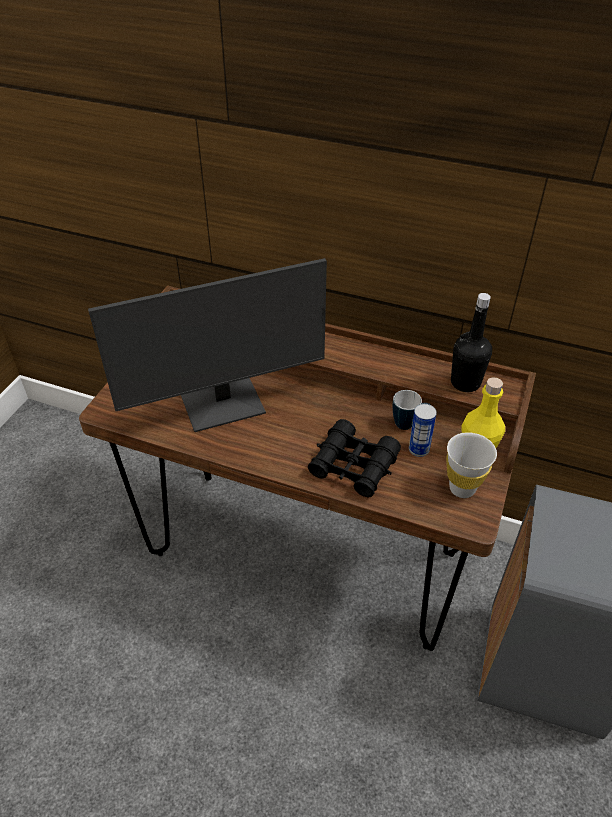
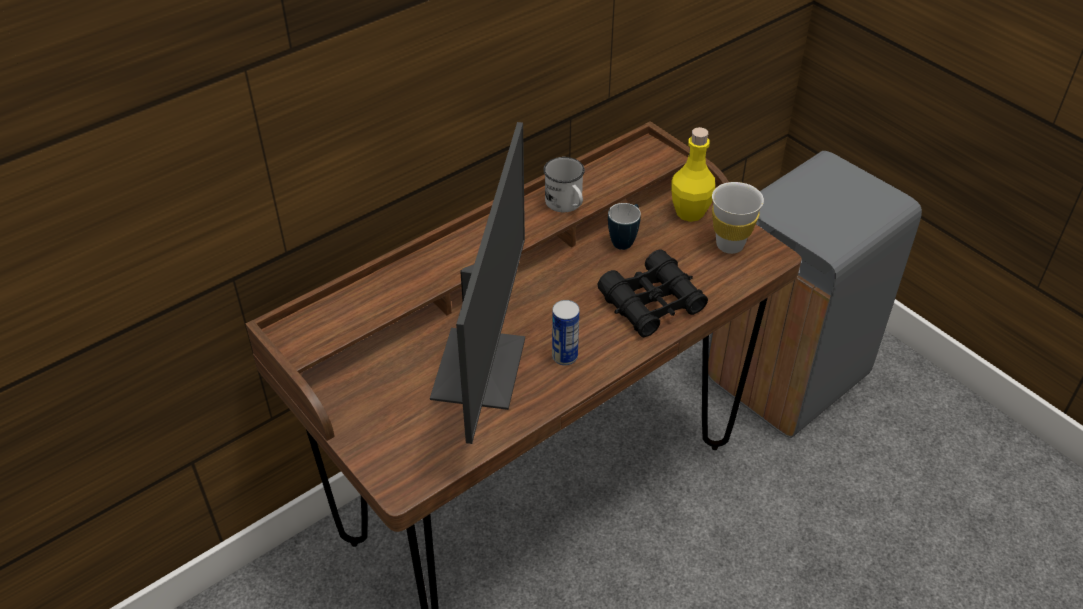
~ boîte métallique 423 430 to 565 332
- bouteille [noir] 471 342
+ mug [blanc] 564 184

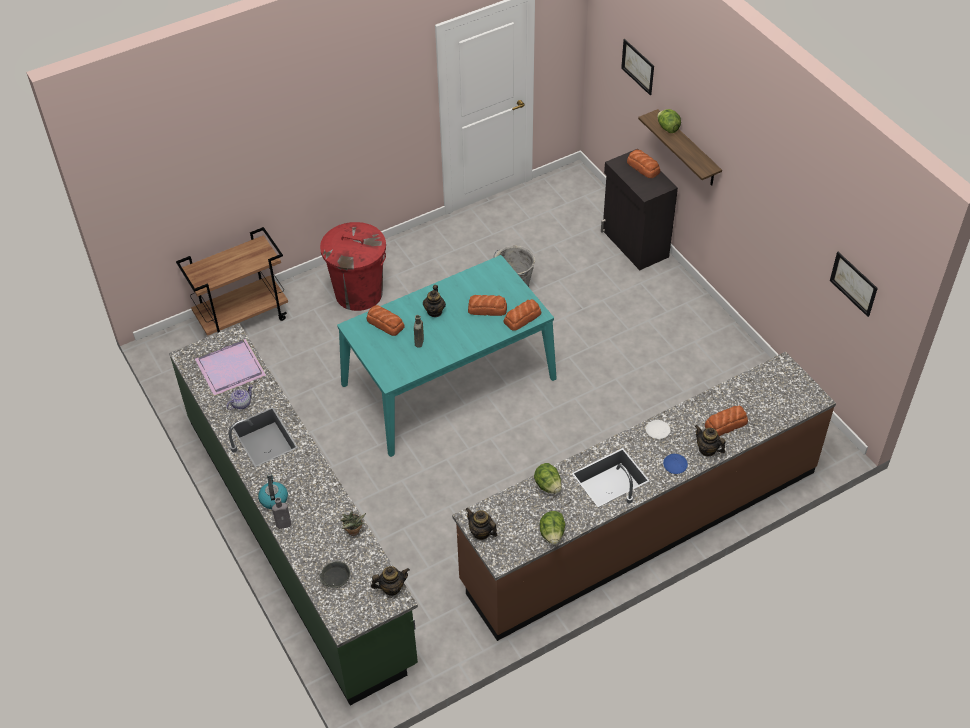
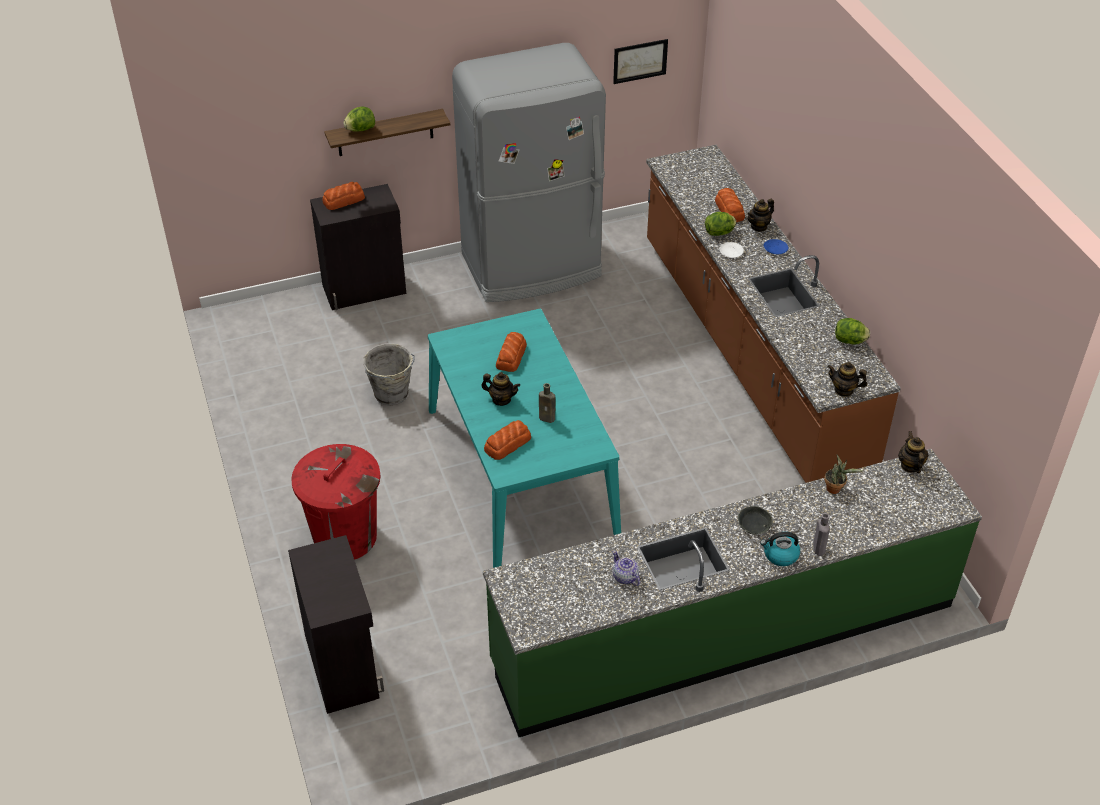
~ chariot [marron] 232 281 to meuble de rangement [noir] 336 624
- plateau [violet] 230 367
~ bol [gris] 335 574 to 755 520
~ théière 481 524 = 847 379 60 degrees clockwise
- pain 522 315
~ laitue 548 478 to 720 224
- tableau 637 67
+ réfrigérateur [gris] 529 172

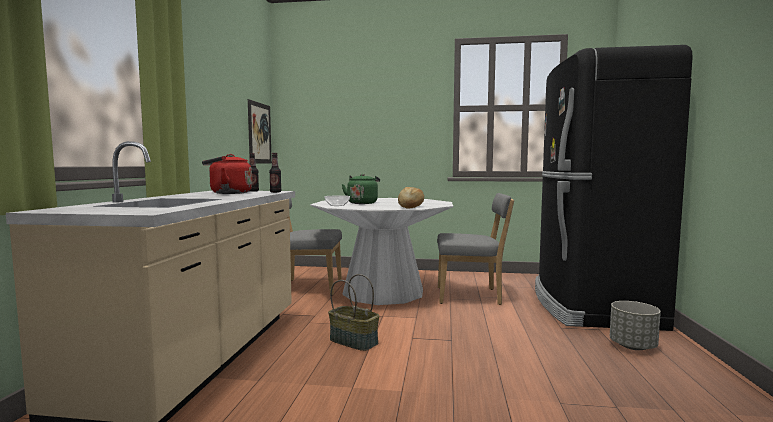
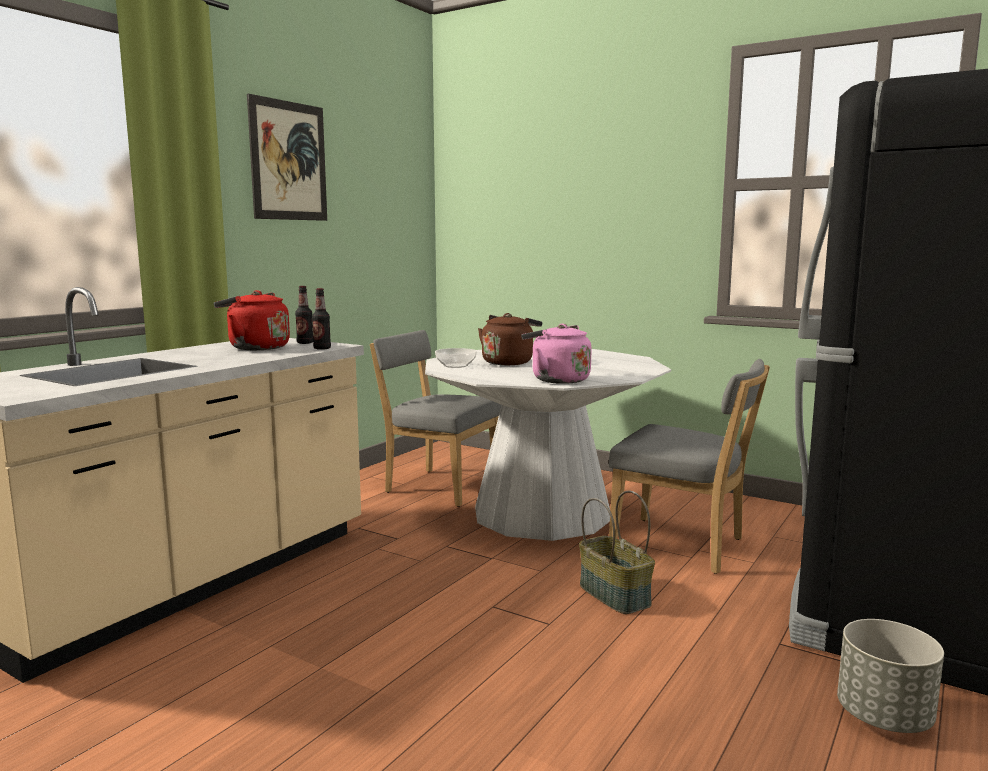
~ tableau 260 131 to 287 157
~ panier 353 312 to 617 552
~ bouilloire [vert] 361 189 to bouilloire [marron] 510 339
~ pain 411 197 to bouilloire [rose] 556 354

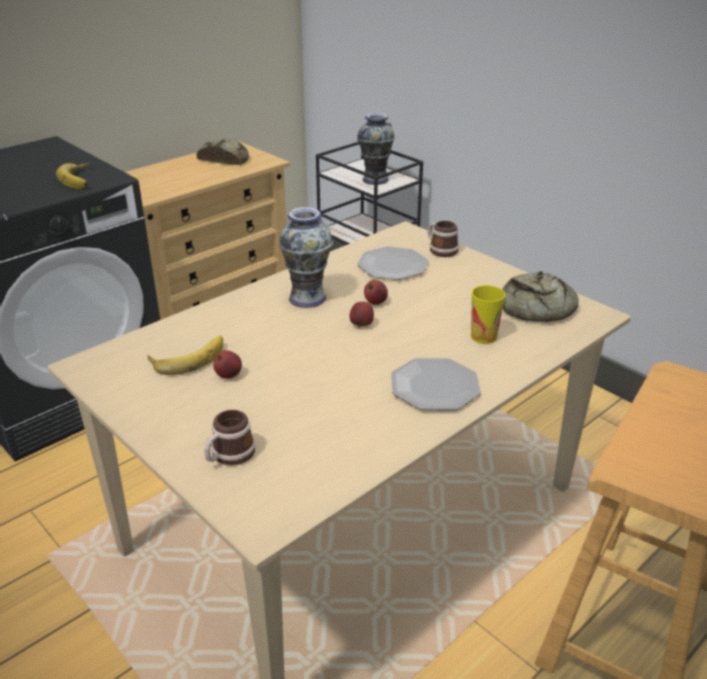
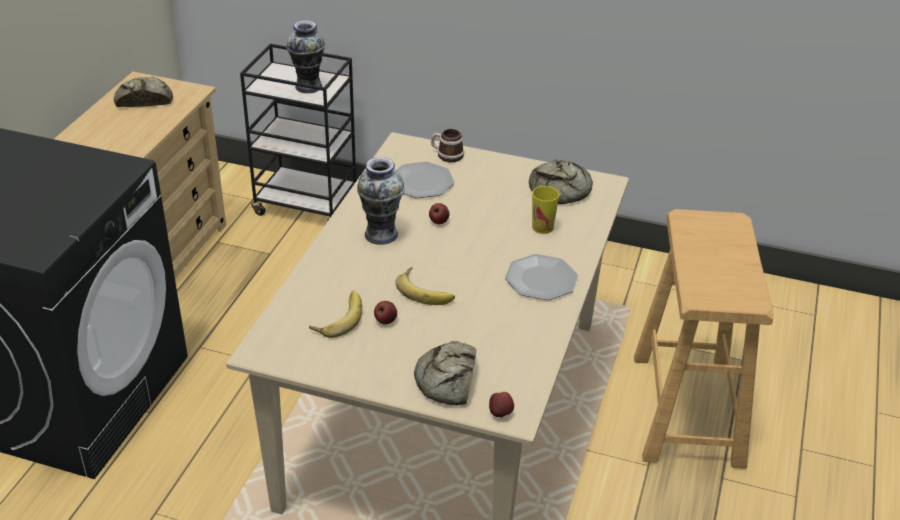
~ banane 73 176 to 425 286
~ mug 229 437 to pain 445 373
~ pomme 362 314 to 501 405

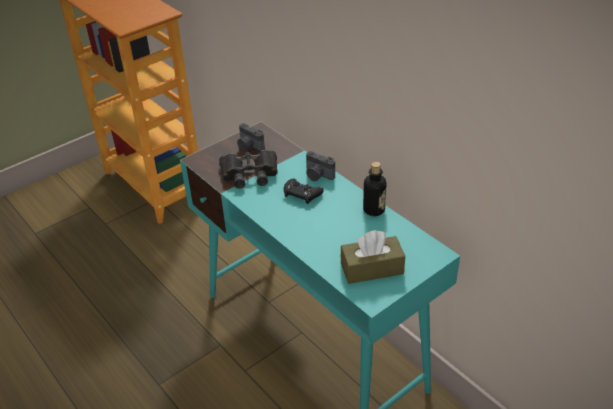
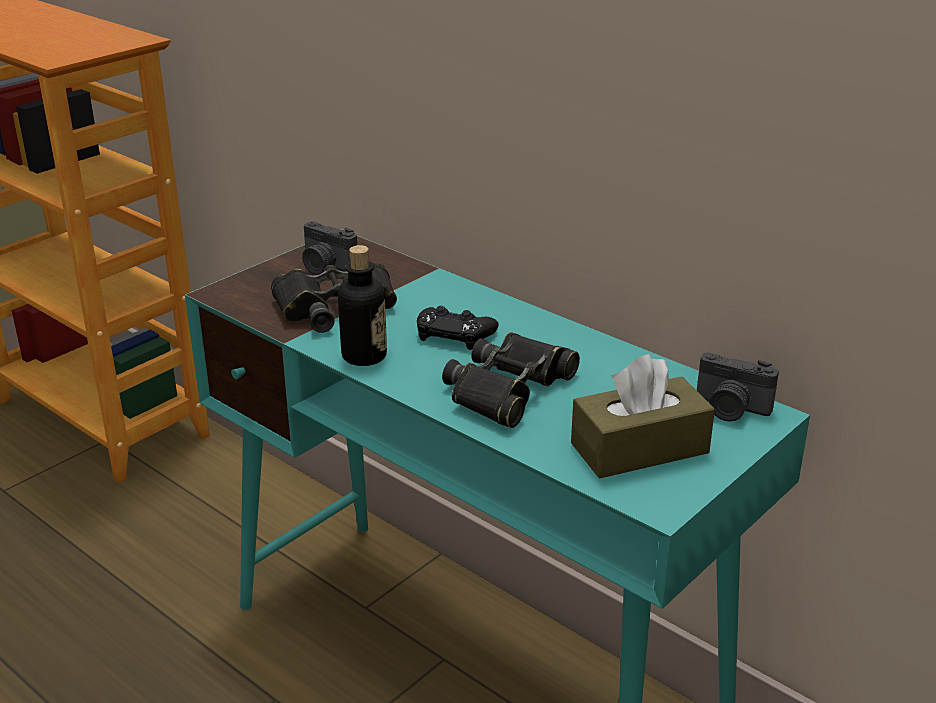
~ appareil photo 320 166 to 738 387
~ bouteille 375 189 to 362 305
+ jumelles [noir] 511 380

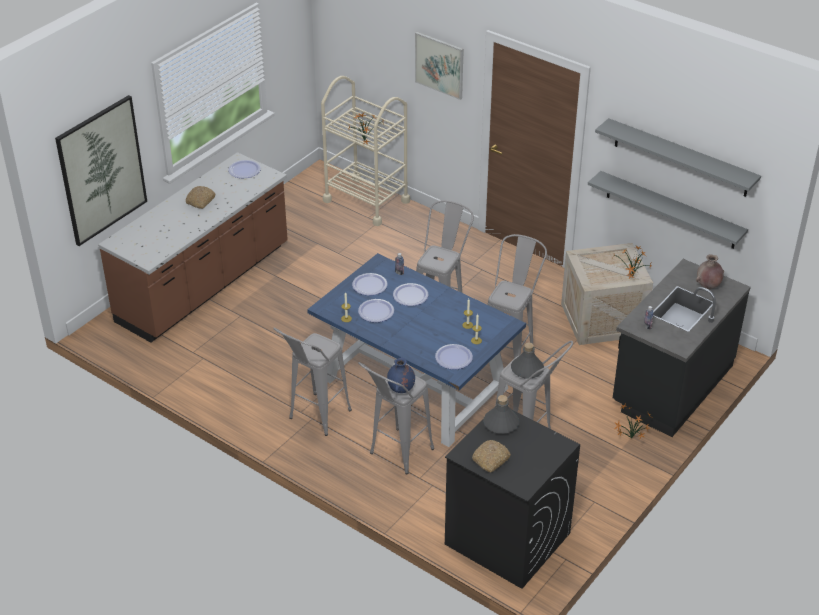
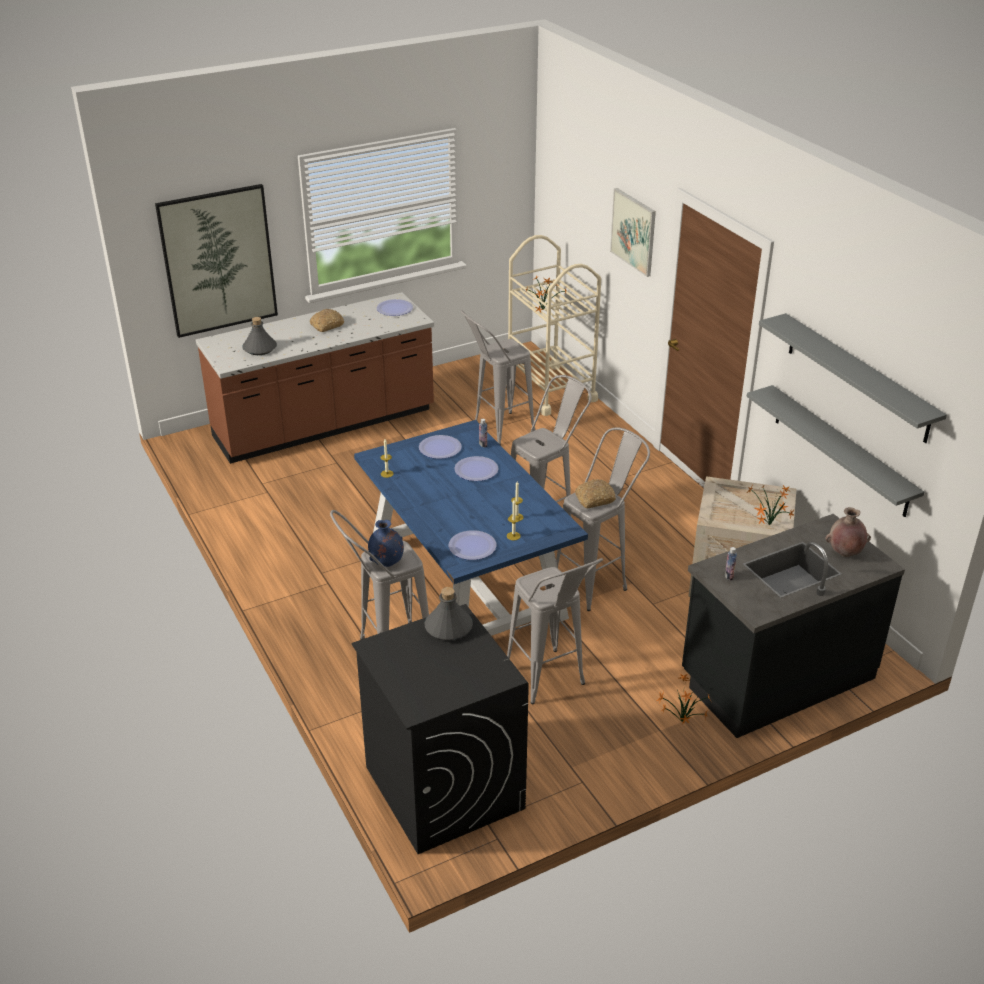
~ tabouret [gris] 312 382 to 498 377
- assiette 376 310
~ pain 491 456 to 595 493
~ bouteille [gris] 527 361 to 259 336

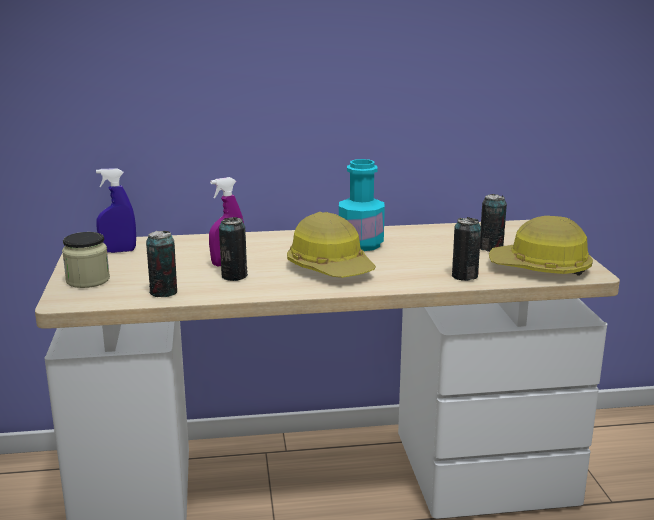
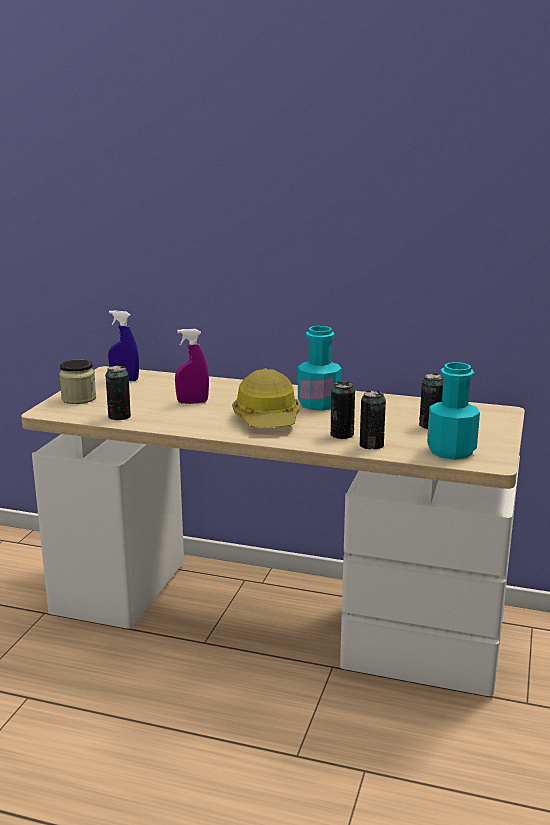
~ boîte métallique 233 249 to 343 410
~ casque de chantier 541 246 to bouteille [turquoise] 453 411

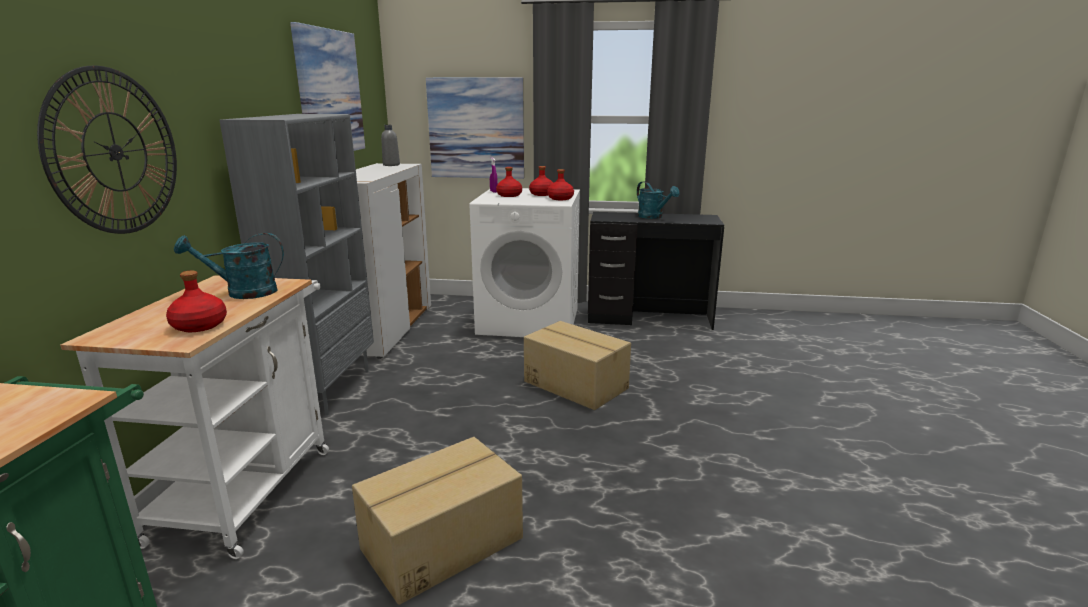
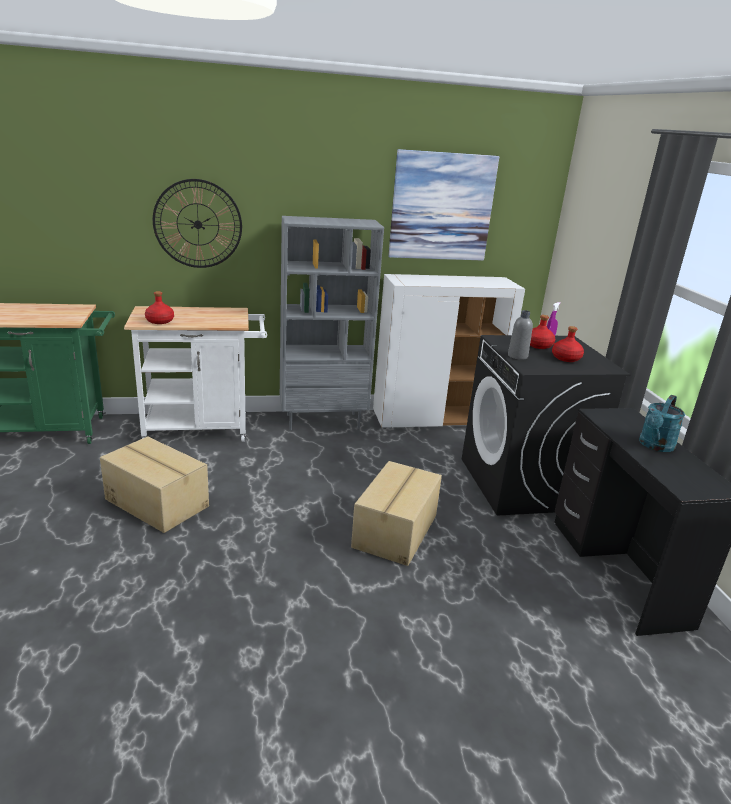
- arrosoir [turquoise] 229 266
~ bouteille [gris] 390 145 to 520 335
- tableau 475 128
~ lave-linge [blanc] 524 262 to lave-linge [noir] 546 425
- bouteille [rouge] 560 184

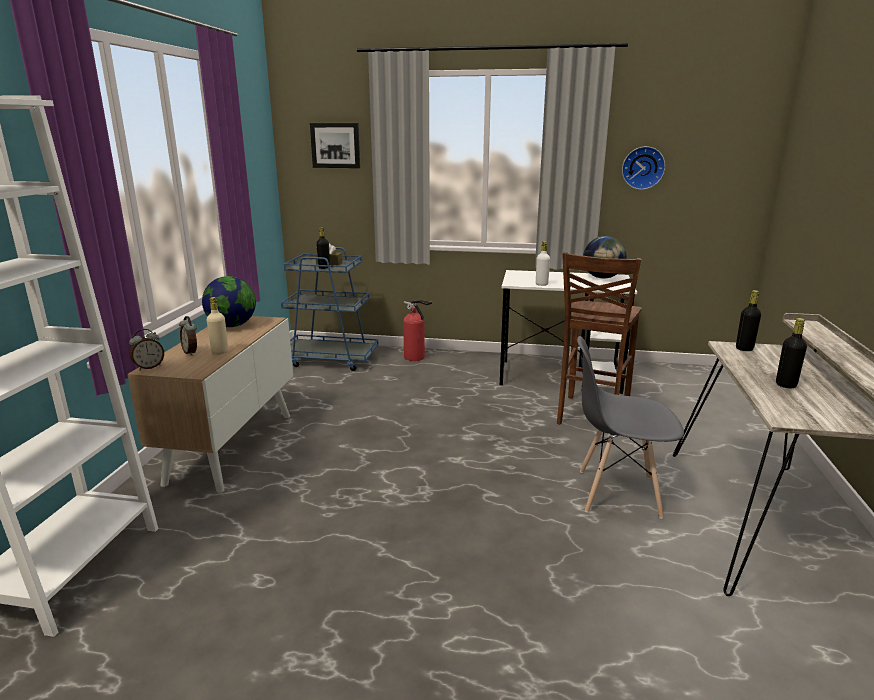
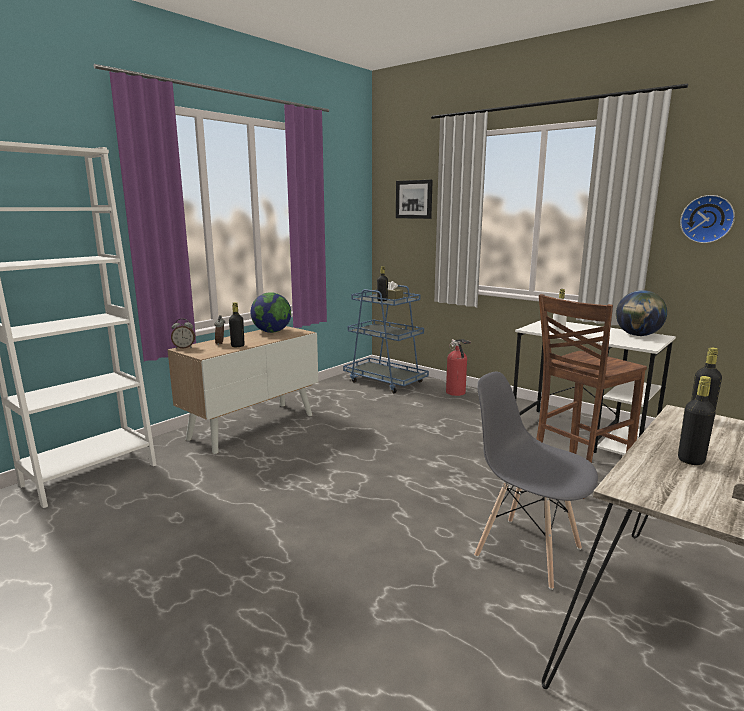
~ bouteille [beige] 217 326 to bouteille [noir] 237 324

